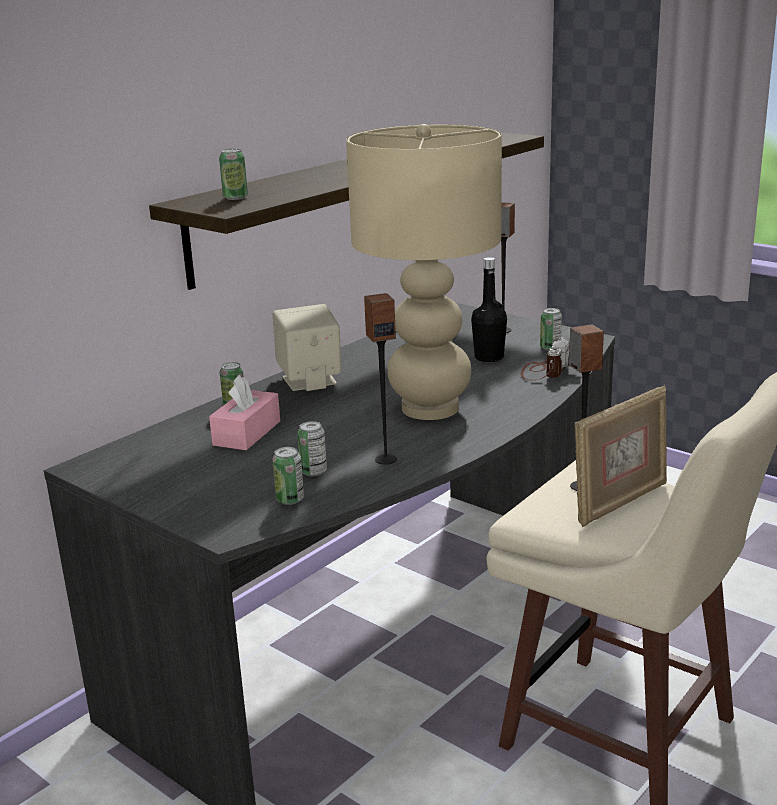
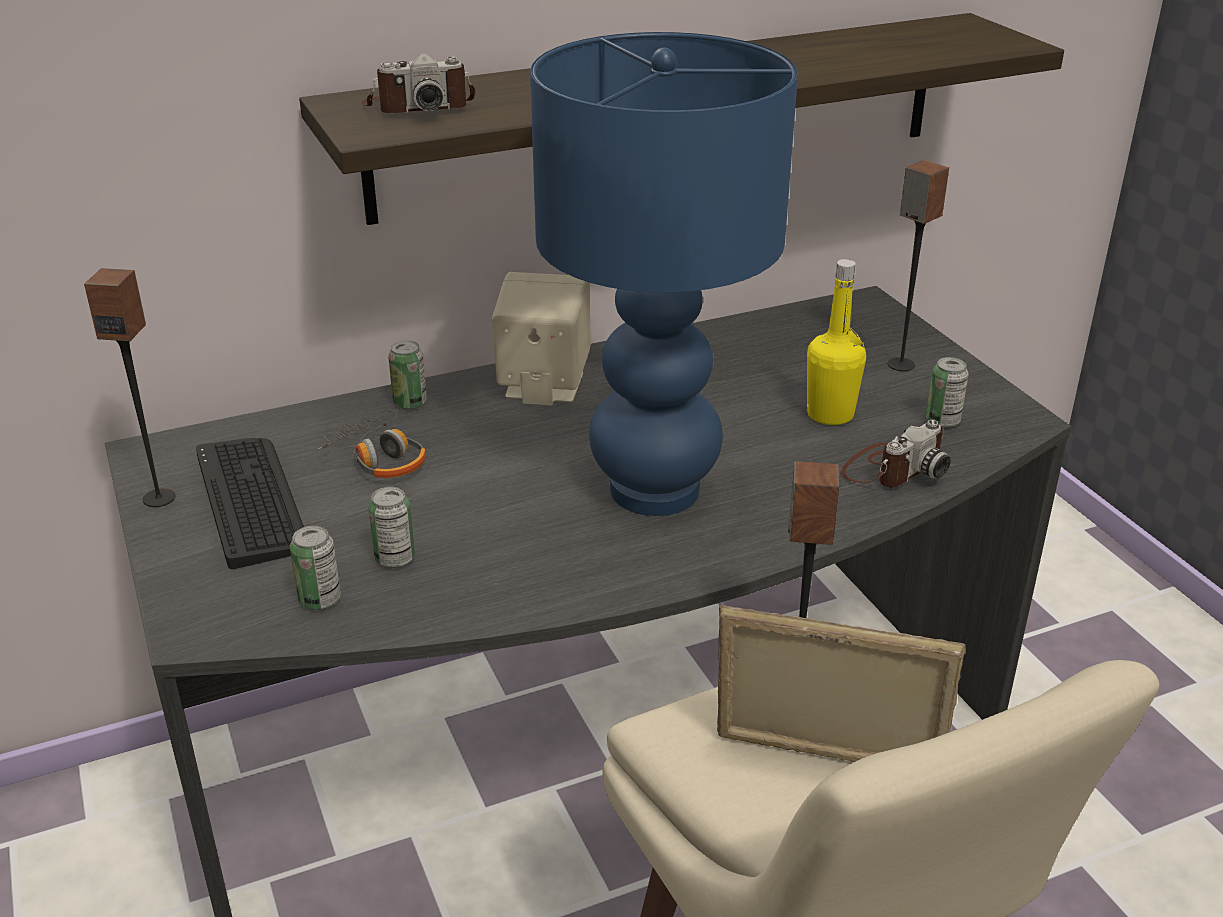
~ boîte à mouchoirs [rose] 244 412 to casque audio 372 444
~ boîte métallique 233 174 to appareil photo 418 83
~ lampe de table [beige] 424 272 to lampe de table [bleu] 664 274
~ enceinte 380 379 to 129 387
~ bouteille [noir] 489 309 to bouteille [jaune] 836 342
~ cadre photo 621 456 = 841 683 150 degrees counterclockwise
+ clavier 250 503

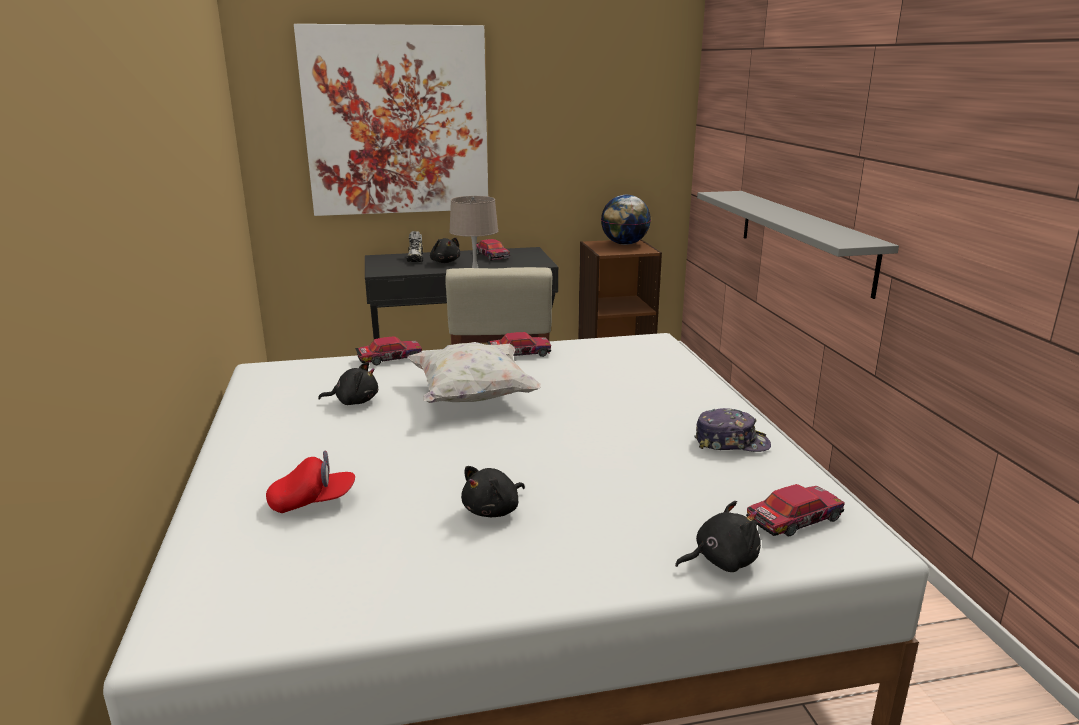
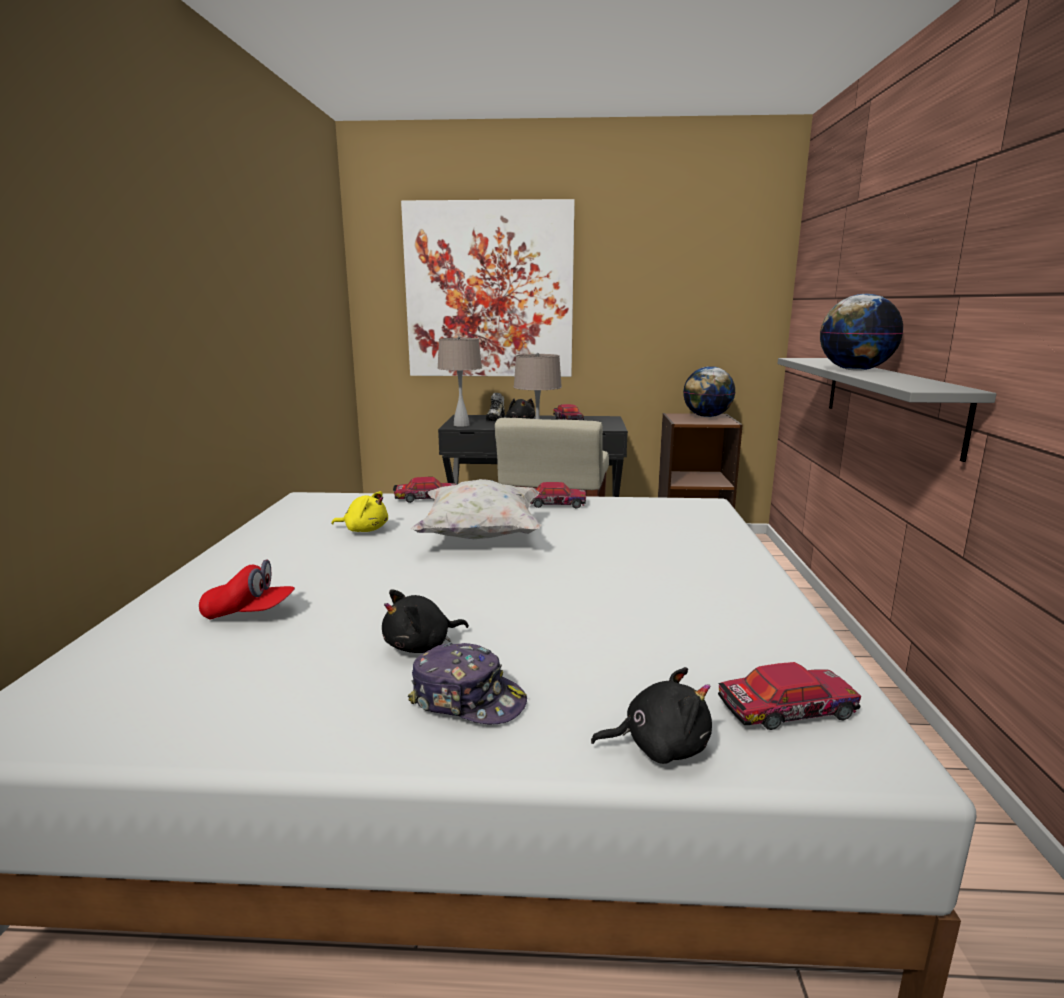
~ peluche [noir] 348 383 to peluche [jaune] 359 511
~ casquette 732 430 to 467 683
+ lampe de table [beige] 459 381
+ globe 861 332

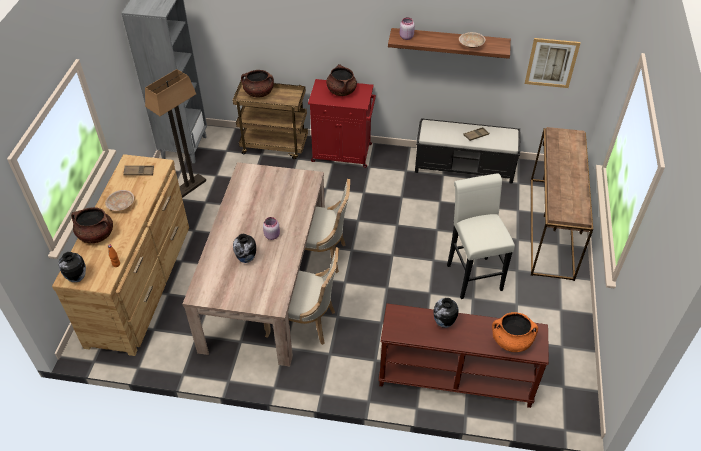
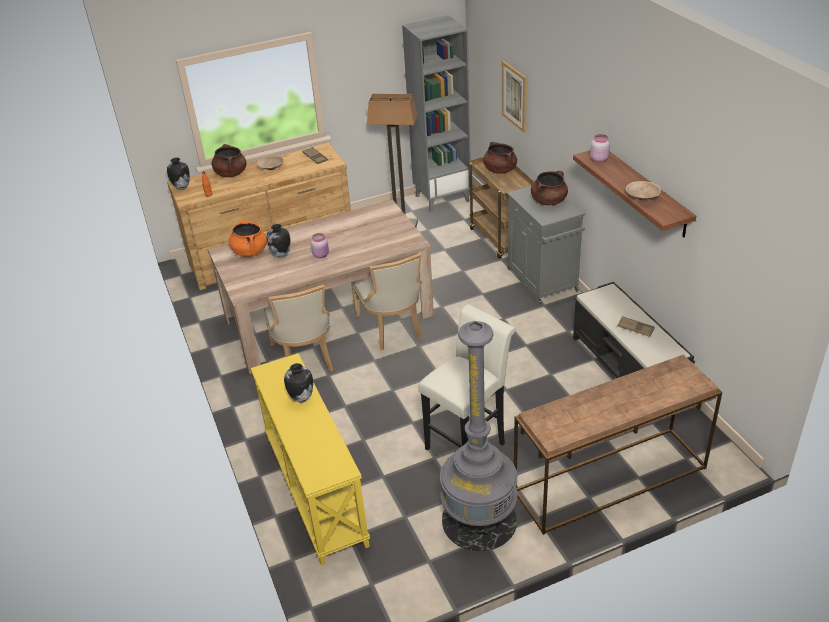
~ meuble de rangement [rouge] 342 123 to meuble de rangement [gris] 546 245
~ table console [marron] 464 355 to table console [jaune] 310 459
~ marmite [orange] 515 332 to 248 238
~ tableau 552 63 to 514 97
+ lampadaire [gris] 479 436

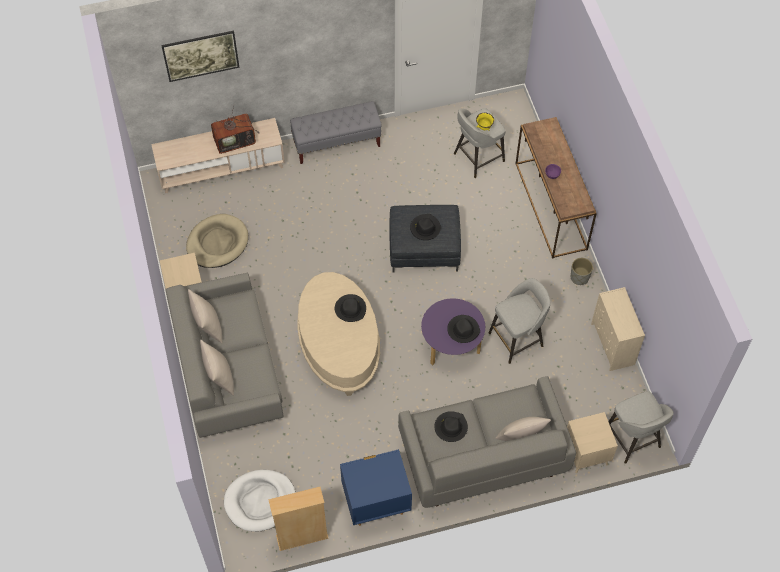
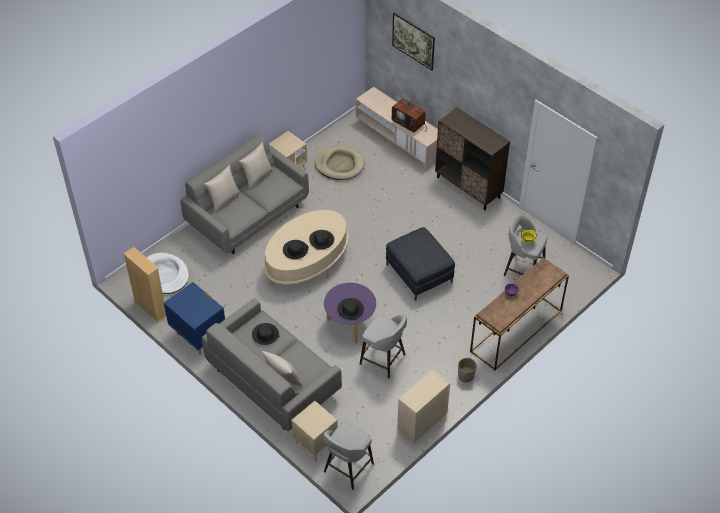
~ banc [gris] 336 132 to meuble de rangement [marron] 472 159
~ chapeau [noir] 425 227 to 296 249

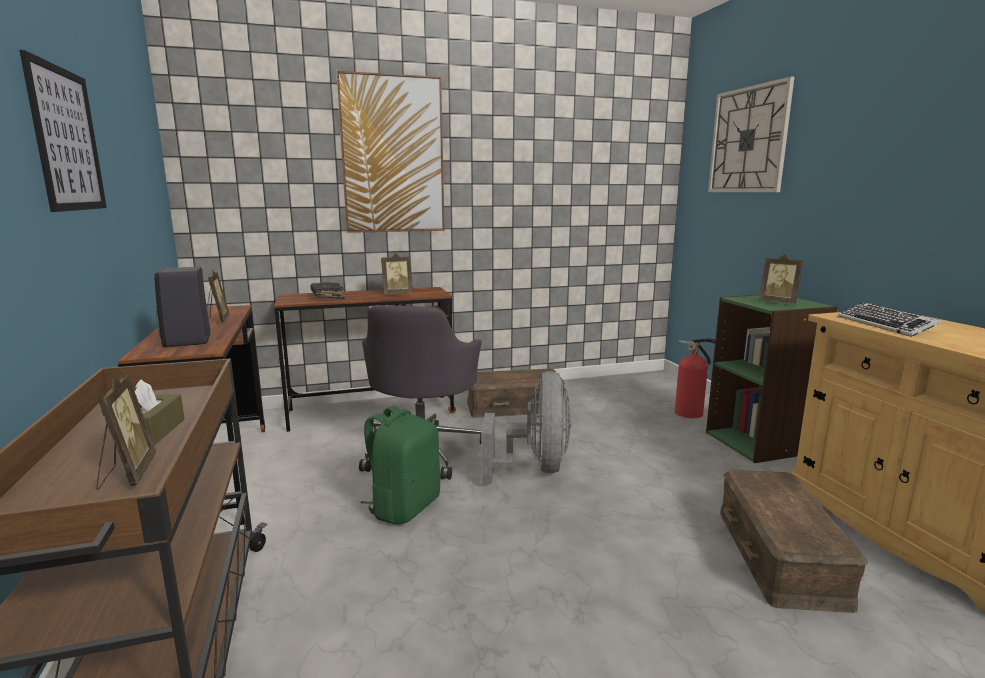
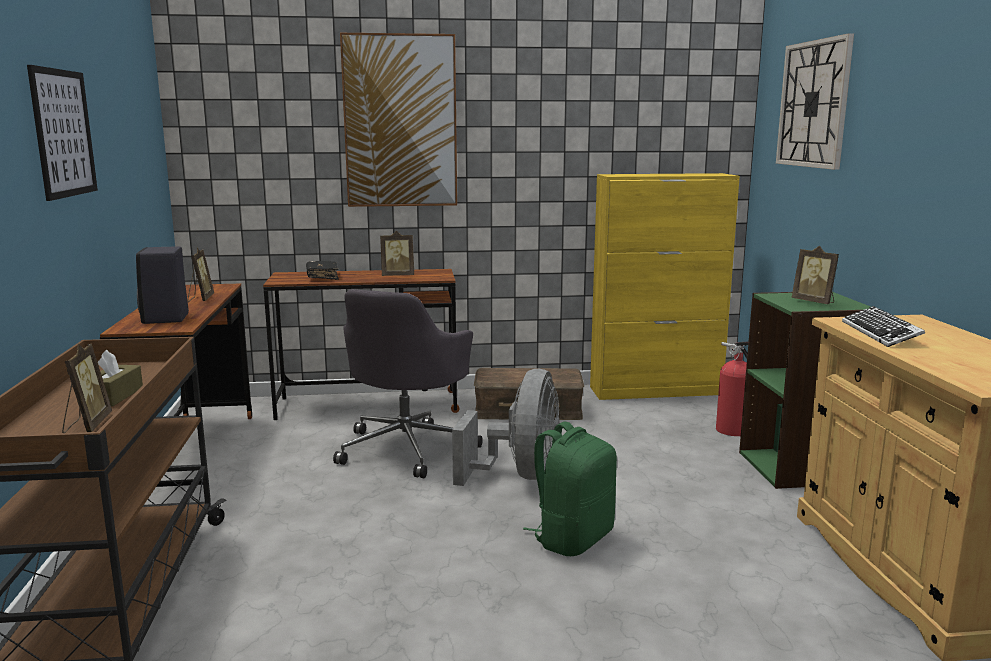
~ sac à dos [vert] 400 465 to 570 489
- boîte de rangement [marron] 793 541
+ meuble de rangement [jaune] 665 286

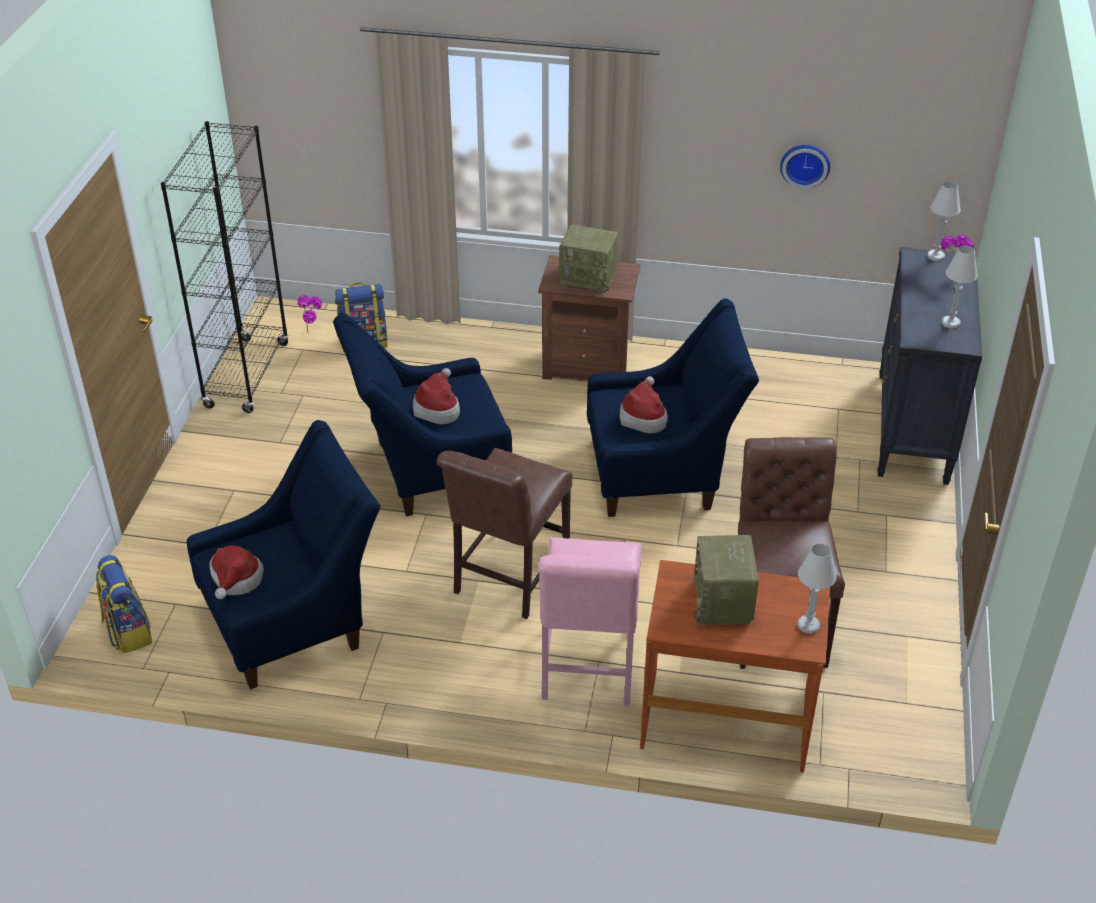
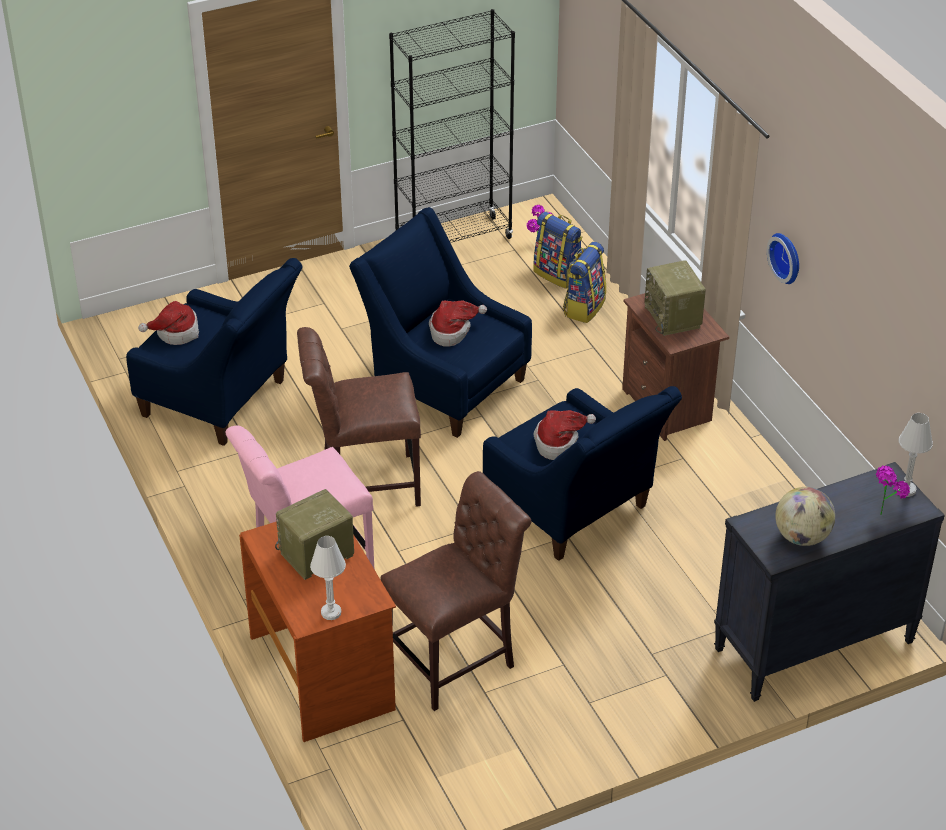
~ sac à dos 124 604 to 584 282
~ horloge murale 805 167 to 783 258
~ lampe de table [blanc] 960 287 to globe 805 516

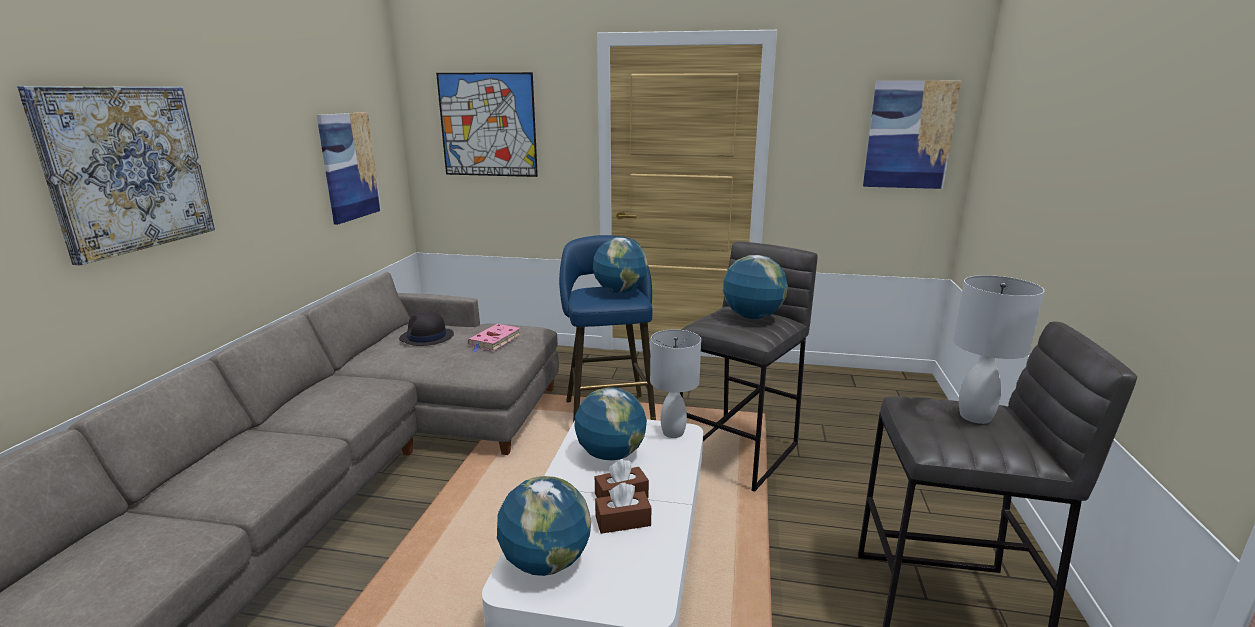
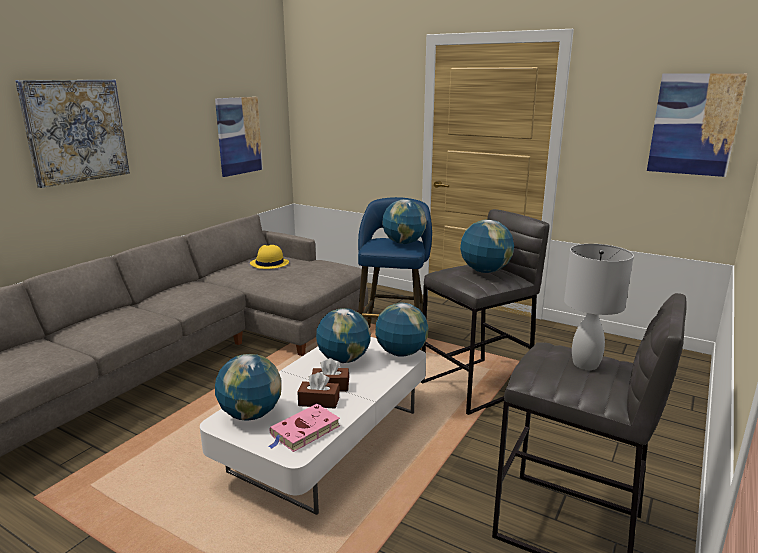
~ chapeau [noir] 426 328 to chapeau [jaune] 269 257
- tableau 487 124
~ livre [rose] 494 338 to 304 428
~ lampe de table [blanc] 675 383 to globe 401 330

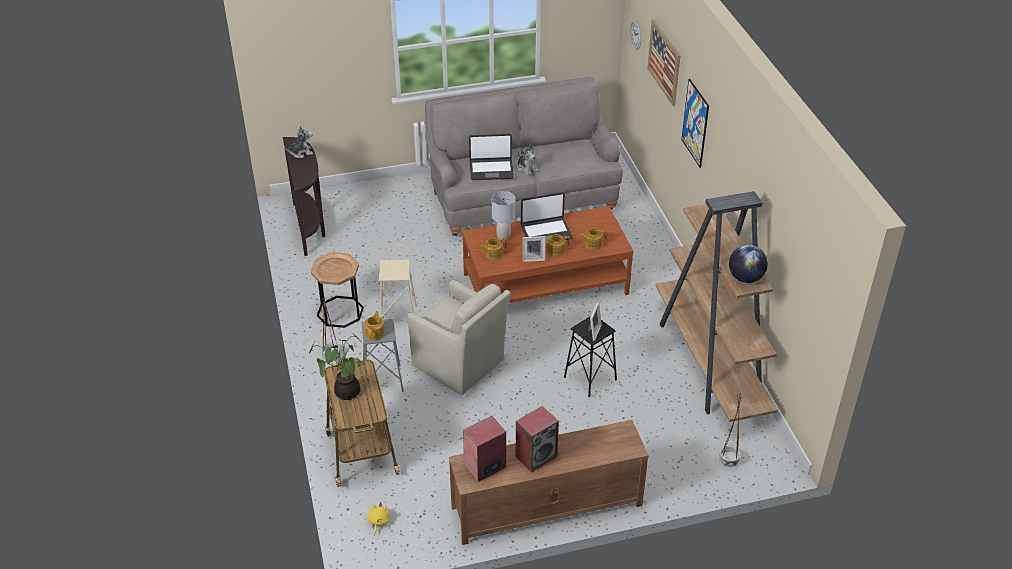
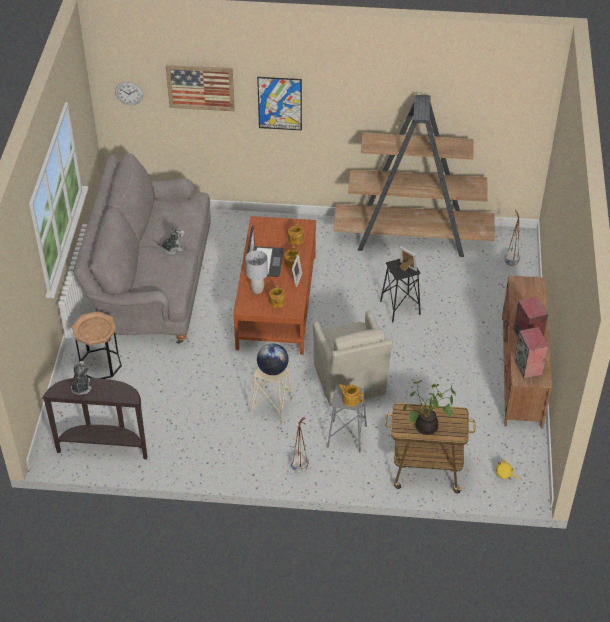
~ table d'appoint [marron] 337 290 to 97 345
~ fauteuil [beige] 459 337 = 353 358 105 degrees clockwise
- ordinateur portable 491 157
~ globe 748 264 to 273 359

